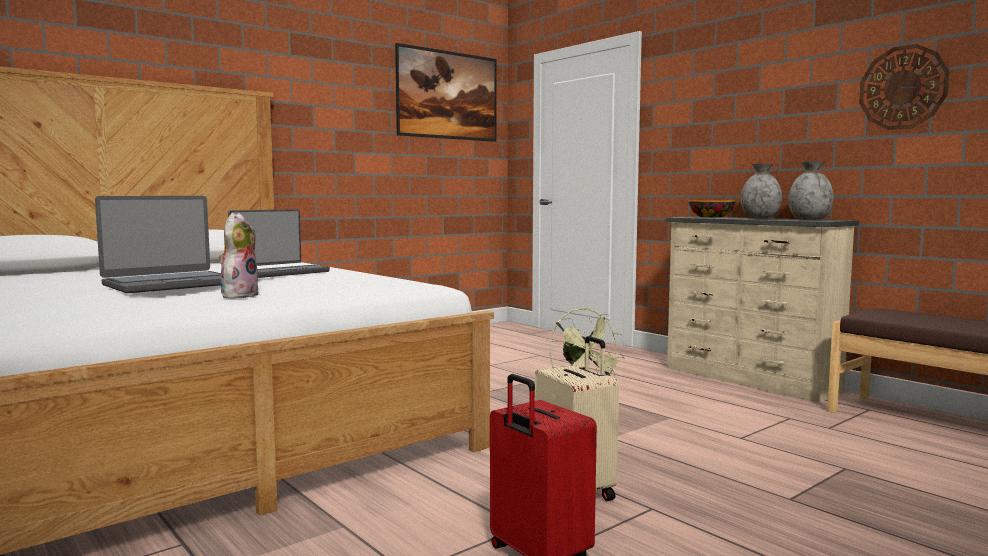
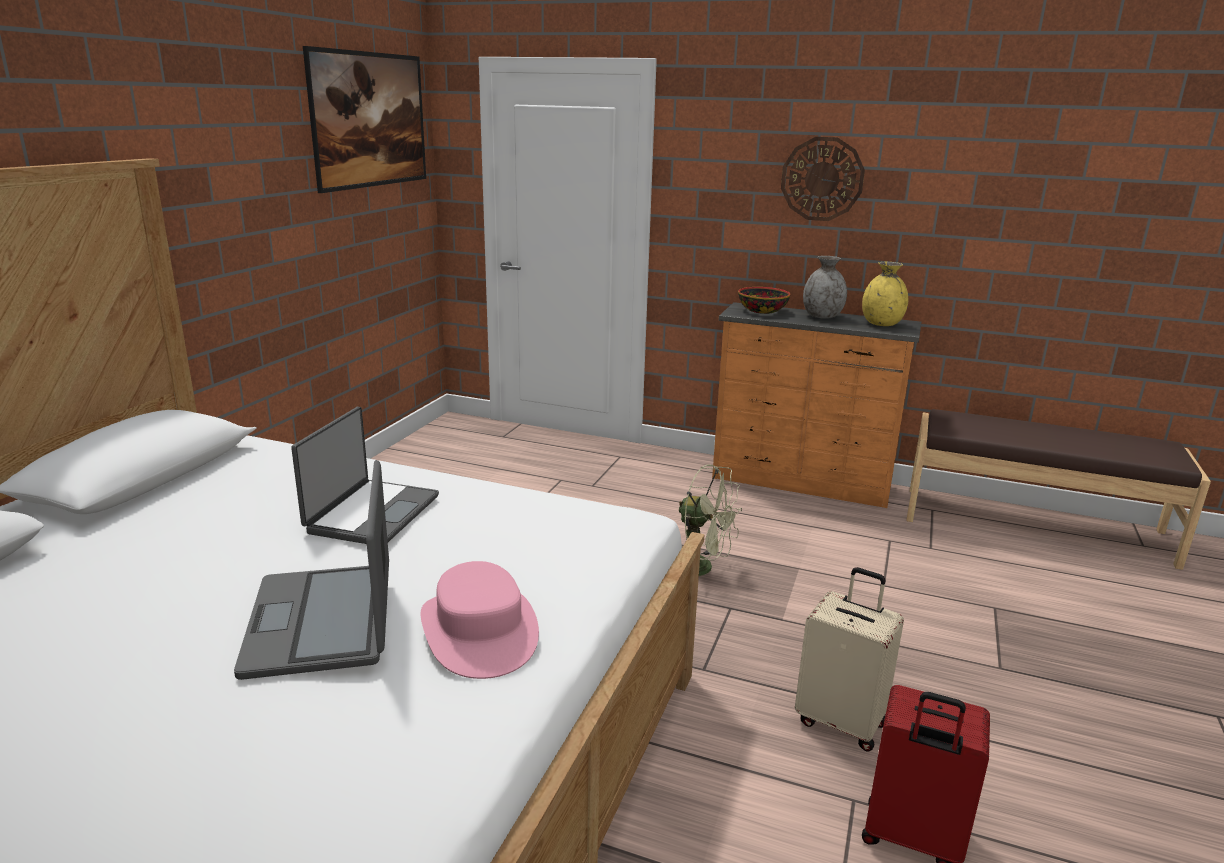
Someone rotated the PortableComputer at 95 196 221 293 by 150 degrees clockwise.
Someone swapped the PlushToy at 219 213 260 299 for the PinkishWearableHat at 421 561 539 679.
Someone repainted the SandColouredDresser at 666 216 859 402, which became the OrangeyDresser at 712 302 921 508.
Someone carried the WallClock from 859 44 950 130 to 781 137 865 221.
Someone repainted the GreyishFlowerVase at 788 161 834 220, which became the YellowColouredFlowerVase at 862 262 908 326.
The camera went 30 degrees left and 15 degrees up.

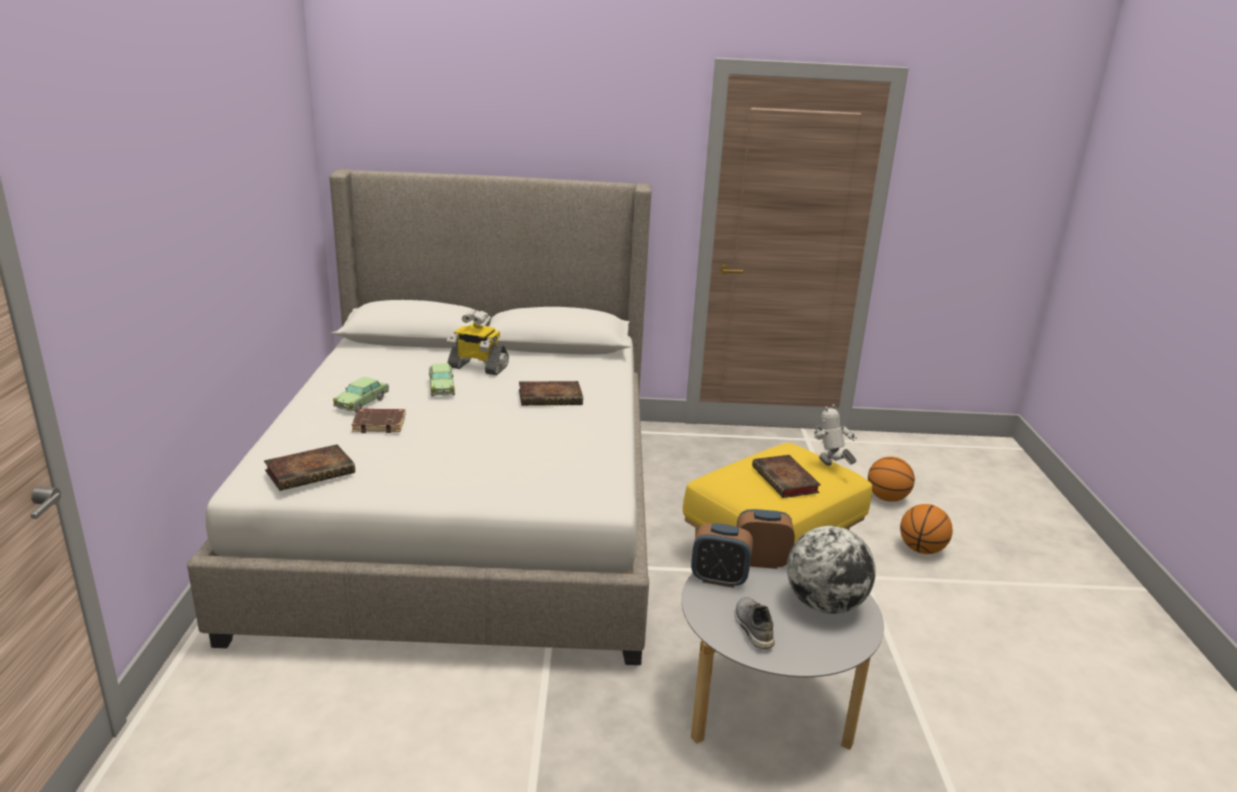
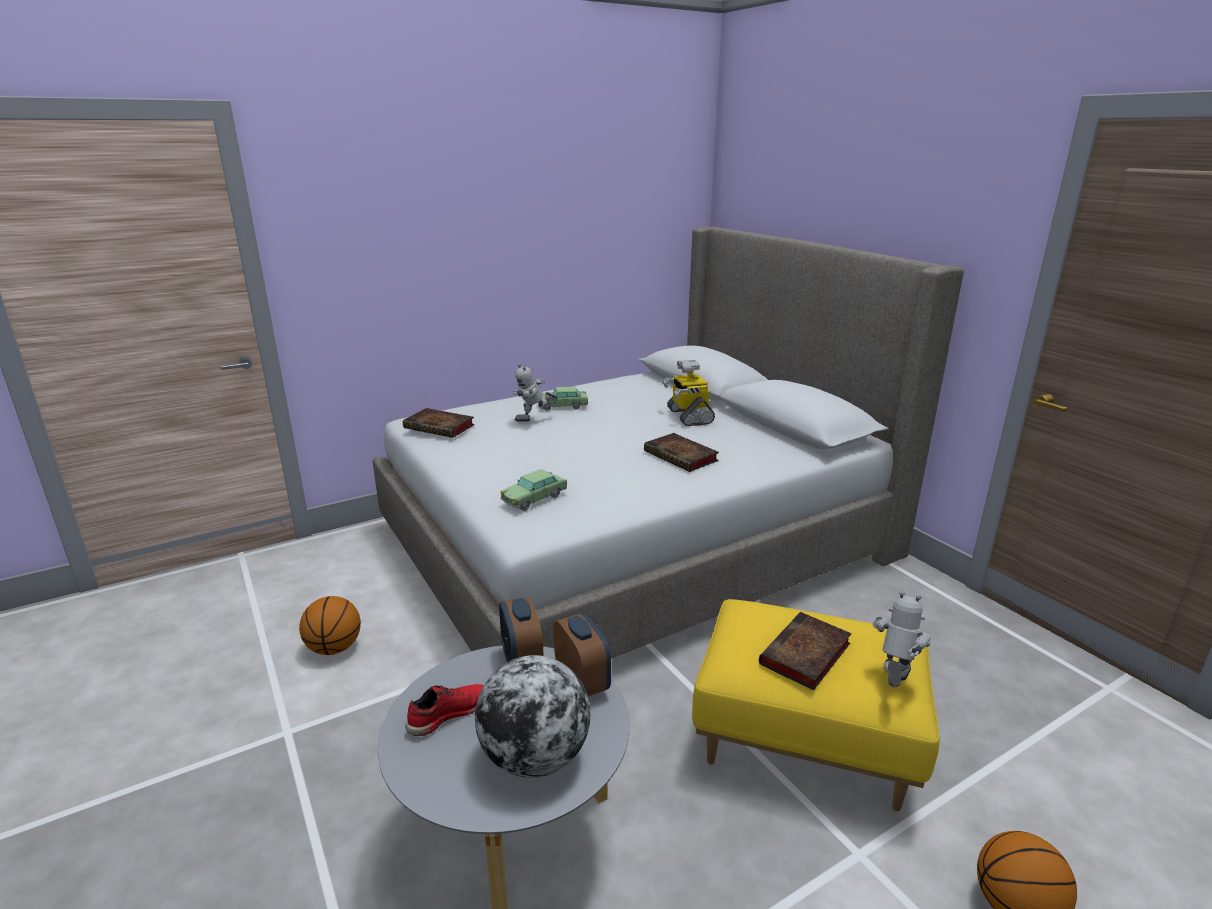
Someone carried the BasketballBall from 868 456 915 502 to 299 596 361 655.
Someone repainted the GreyishLowShoe at 735 597 775 649, which became the RedLowShoe at 405 684 484 736.
Someone carried the MiniatureCar from 429 364 455 397 to 500 469 567 511.
Someone swapped the BrownishBook at 351 409 405 433 for the RobotFigure at 513 364 558 422.
The camera went 60 degrees right and 0 degrees up.

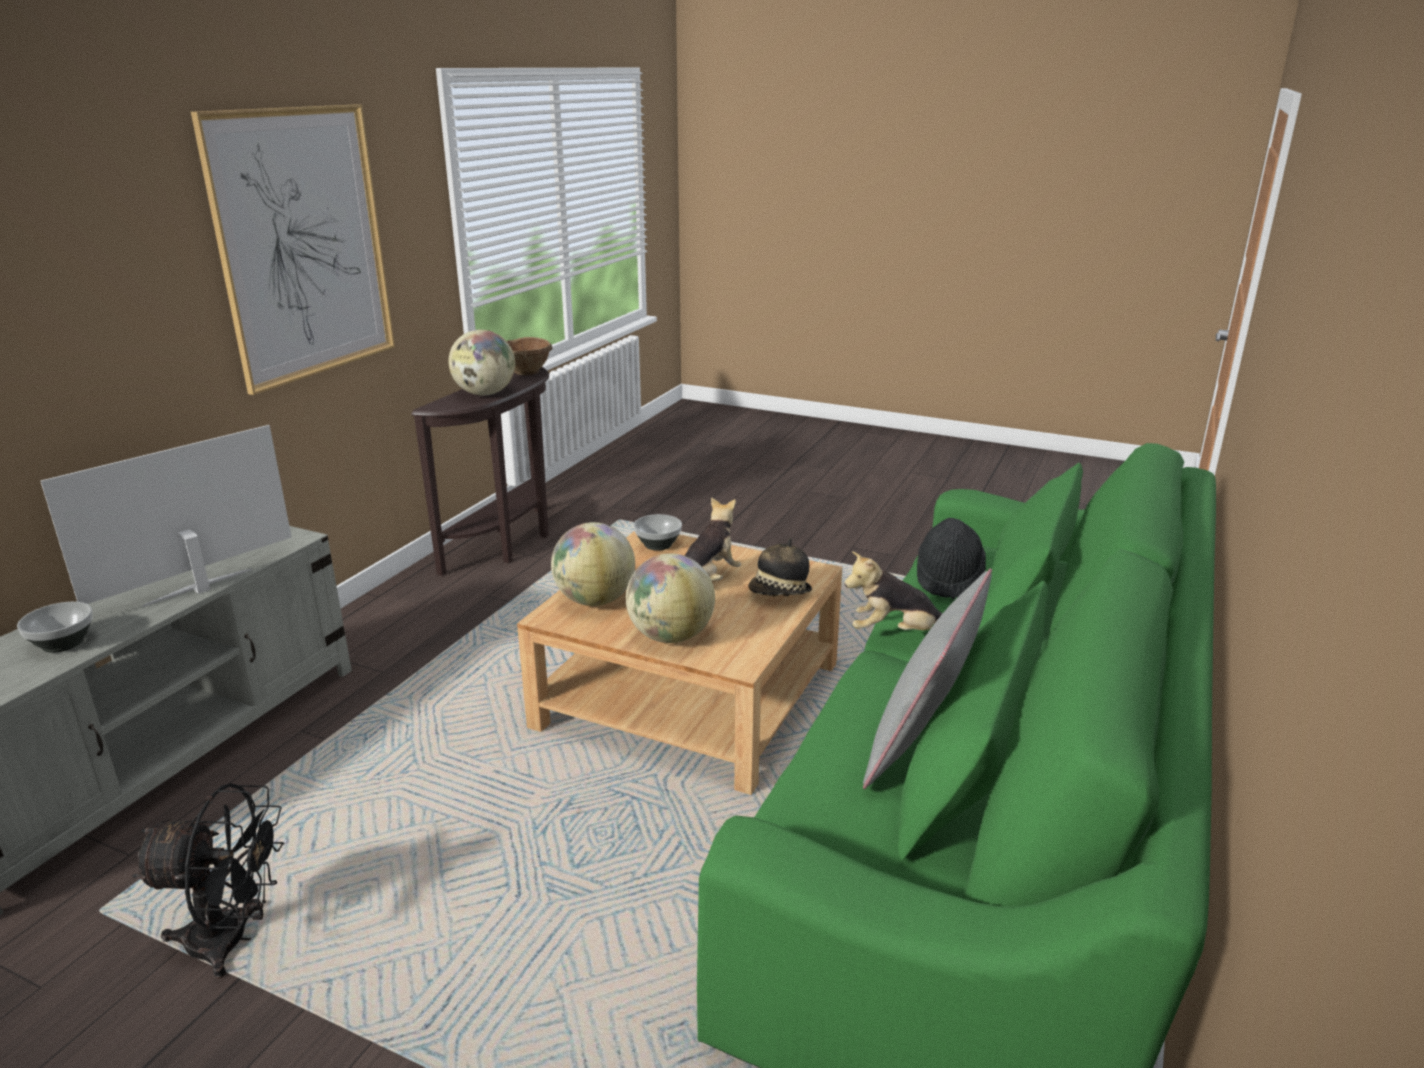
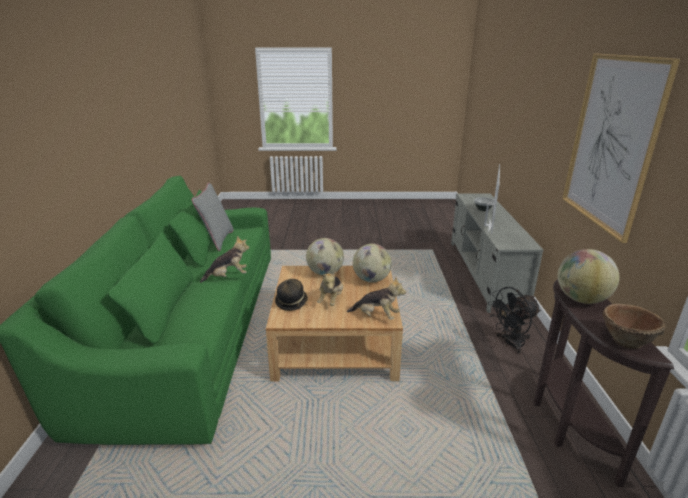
Someone swapped the Bowl at 634 514 682 551 for the PlushToy at 347 277 406 320.
Someone carried the BlackColouredFan from 132 783 284 979 to 488 287 541 354.
Someone took away the BlackColouredWearableHat at 917 518 986 599.
The camera went 155 degrees right and 0 degrees up.

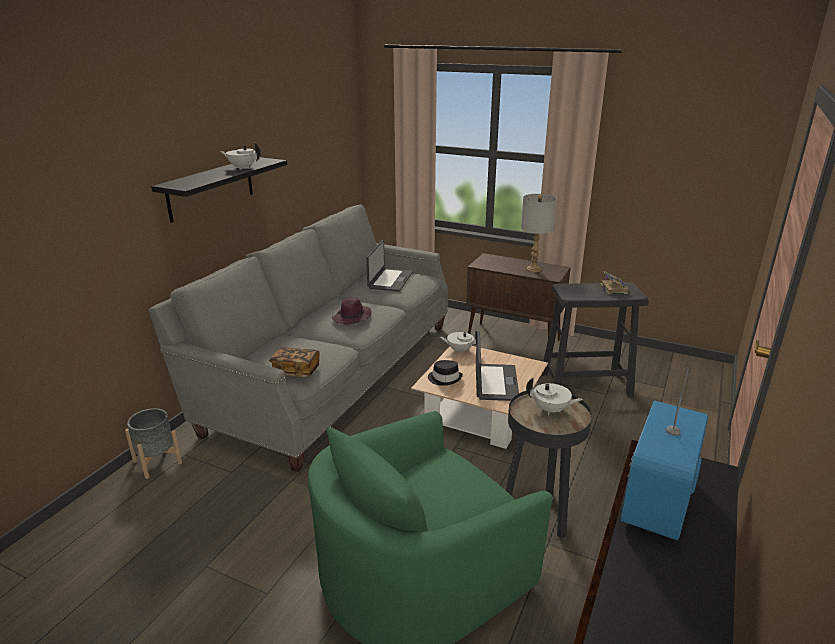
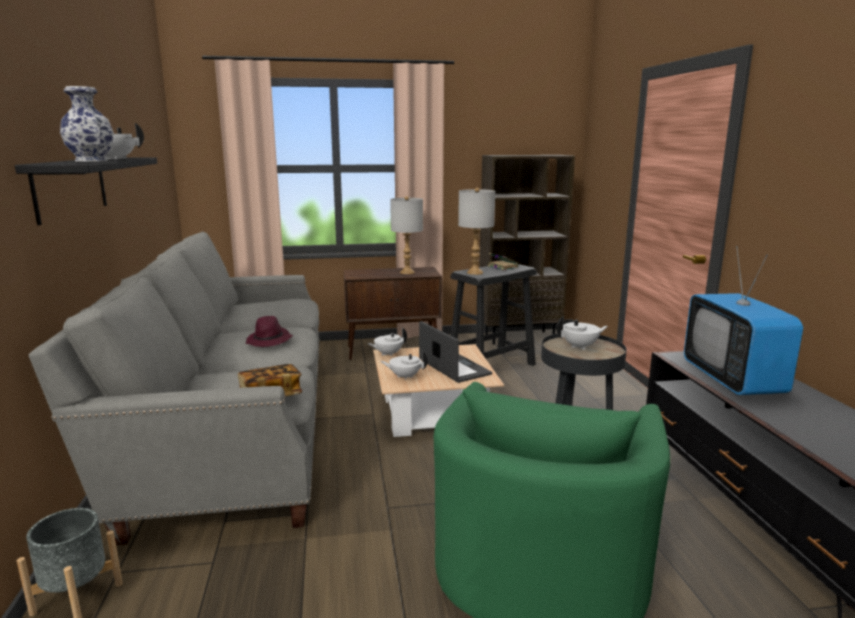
Someone put down the FlowerVase at 60 86 114 162.
Someone swapped the BlackColouredWearableHat at 428 360 463 386 for the WhitishTeaPot at 380 351 428 380.
Someone put down the GreyishLampForATable at 458 187 495 275.
Someone put down the BrownishBookcase at 479 155 575 344.
Someone took away the PortableComputer at 366 240 413 292.
The camera went 35 degrees left and 10 degrees down.

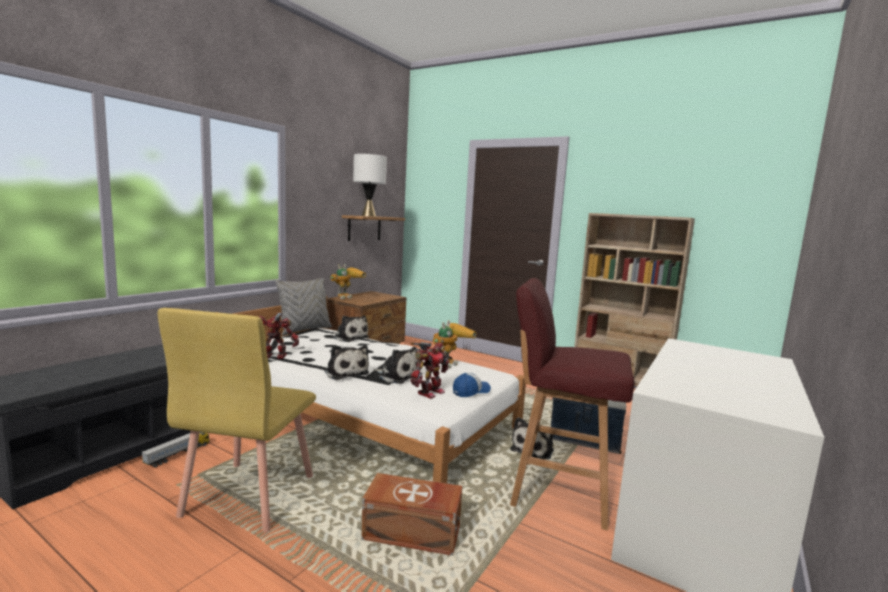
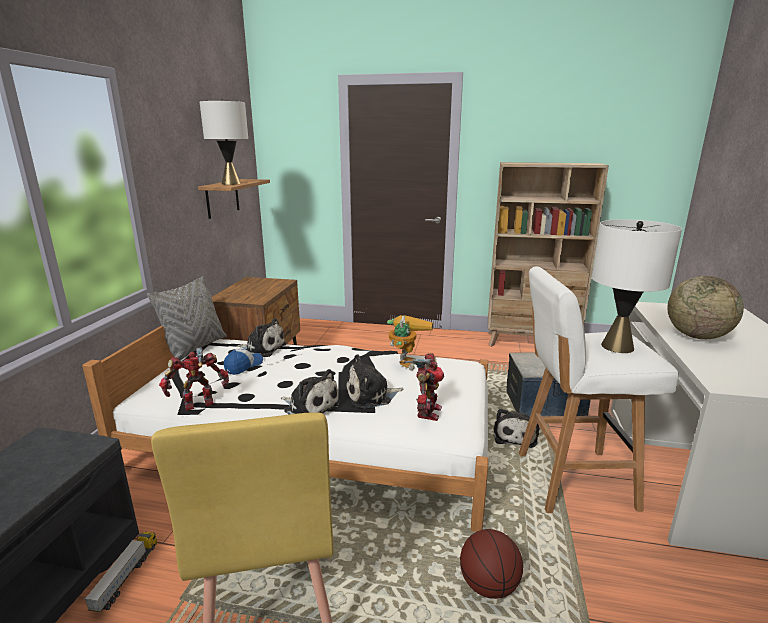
Someone carried the BaseballCap from 453 373 491 397 to 224 348 263 375.
Someone rotated the PlushToy at 373 347 422 384 by 150 degrees clockwise.
Someone swapped the BrownishStorageContainer at 361 473 462 556 for the BasketballBall at 460 529 523 599.
Someone repainted the RedStoolSeat at 510 278 634 530, which became the WhitishStoolSeat at 519 266 679 513.
Someone put down the WhitishLampForATable at 592 219 682 353.
Someone put down the DeskGlobe at 667 276 744 339.
Someone took away the RobotFigure at 330 264 366 299.
The camera went 20 degrees left and 10 degrees up.

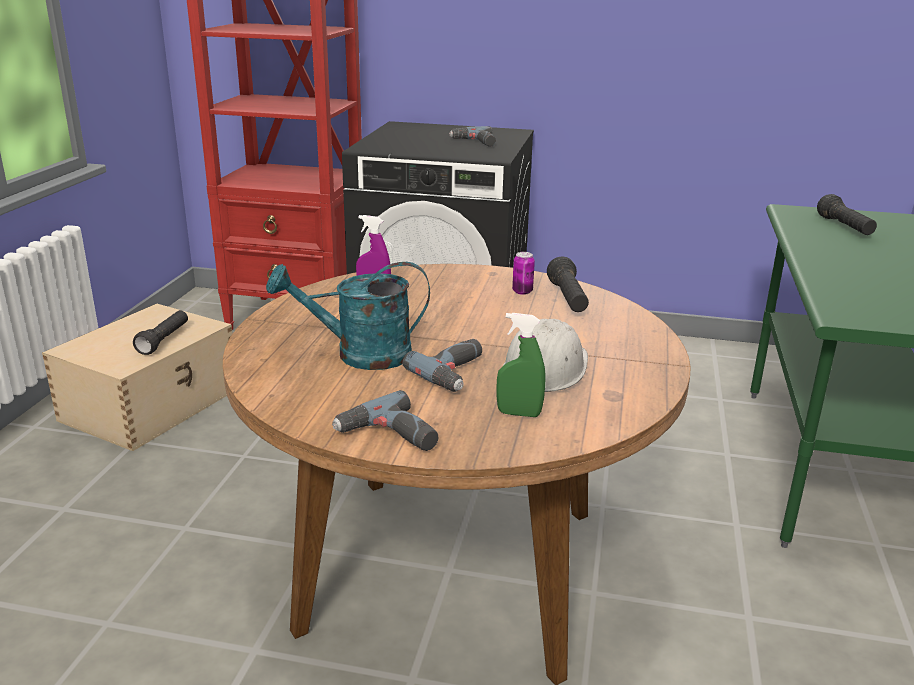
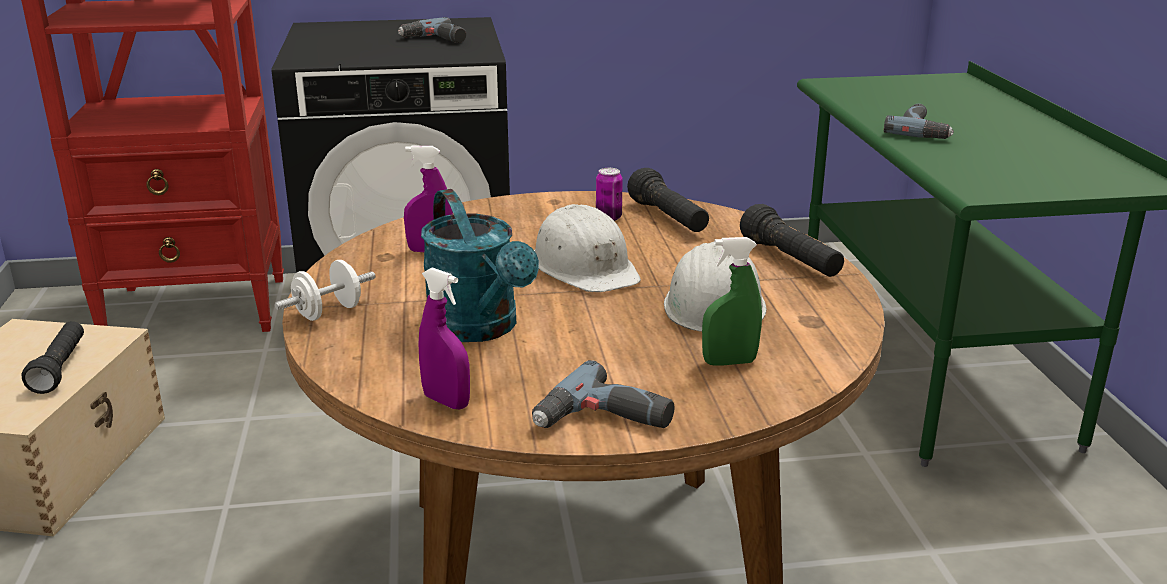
Someone put down the WhitishFreeWeight at 275 260 375 321.
Someone put down the PurpleColouredHandSprayer at 419 267 470 410.
Someone rotated the BlueGreenSprinklingCan at 266 262 430 370 by 90 degrees counterclockwise.
Someone put down the WhitishWorkHelmet at 534 204 641 292.
Someone carried the BlackColouredFlashlight from 817 194 877 235 to 740 204 844 277.
Someone carried the PowerDrill from 403 339 482 392 to 884 104 954 139.
The camera went 20 degrees left and 0 degrees up.

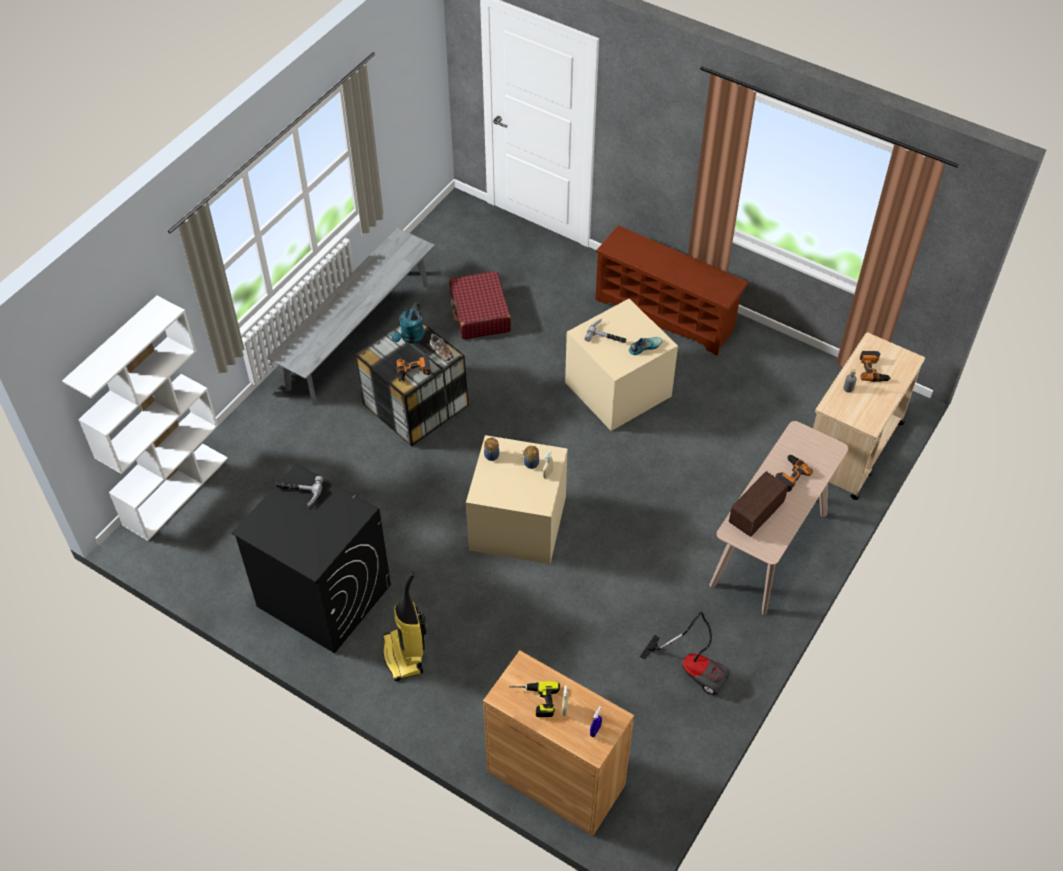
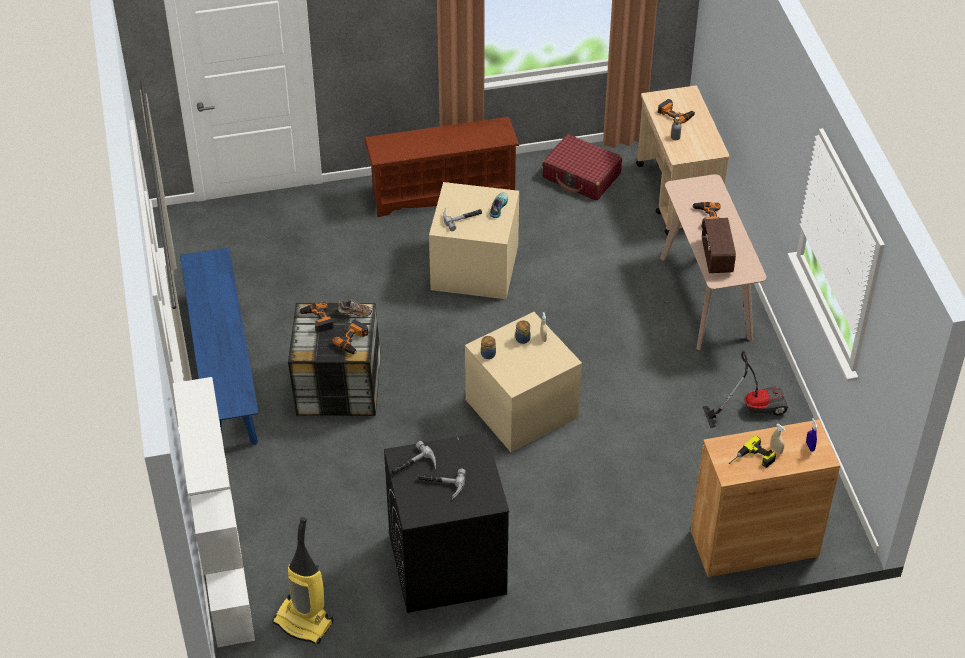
Someone repainted the GreyishLongSeat at 267 228 435 405, which became the BlueLongSeat at 180 248 259 446.
Someone carried the Vacuum from 383 571 427 681 to 272 517 333 645.
Someone swapped the BlueGreenSprinklingCan at 391 303 425 343 for the PowerDrill at 299 302 334 333.
Someone put down the Hammer at 418 469 466 500.
Someone carried the RedSuitcase from 449 271 511 340 to 542 134 622 201.
The camera went 45 degrees left and 5 degrees down.

